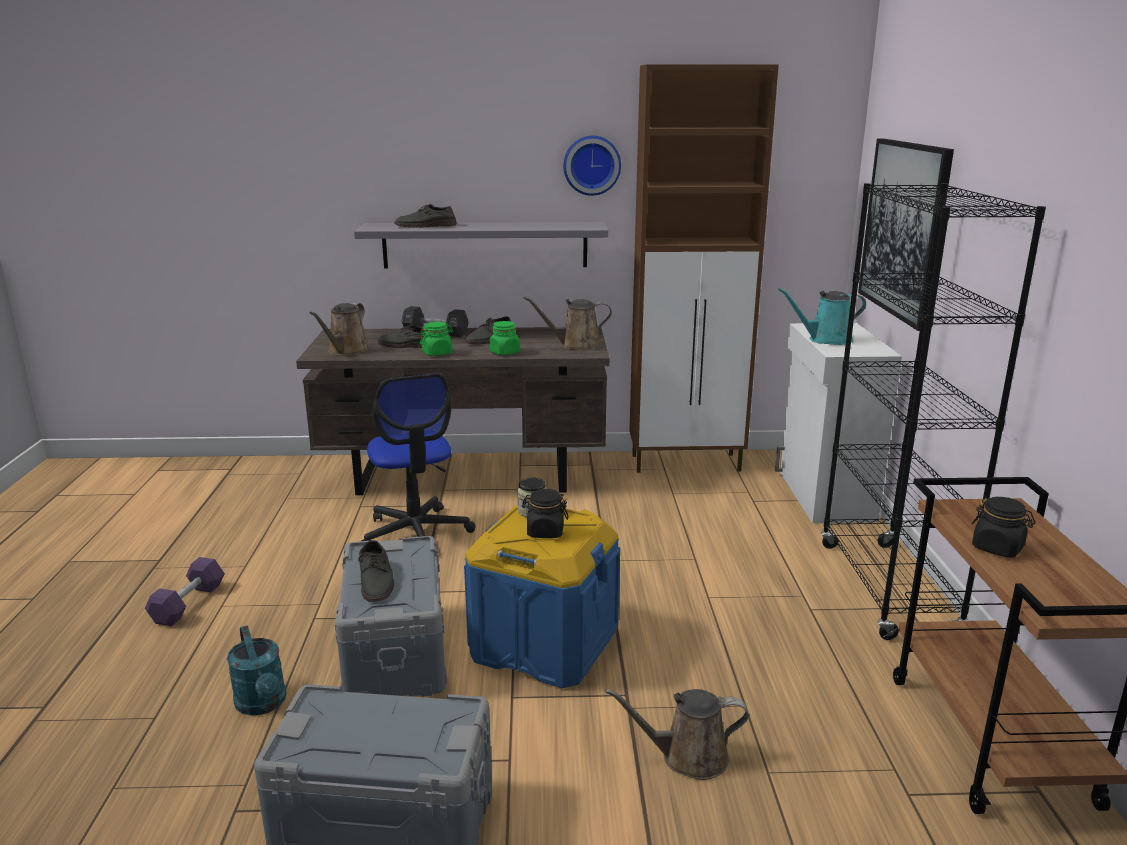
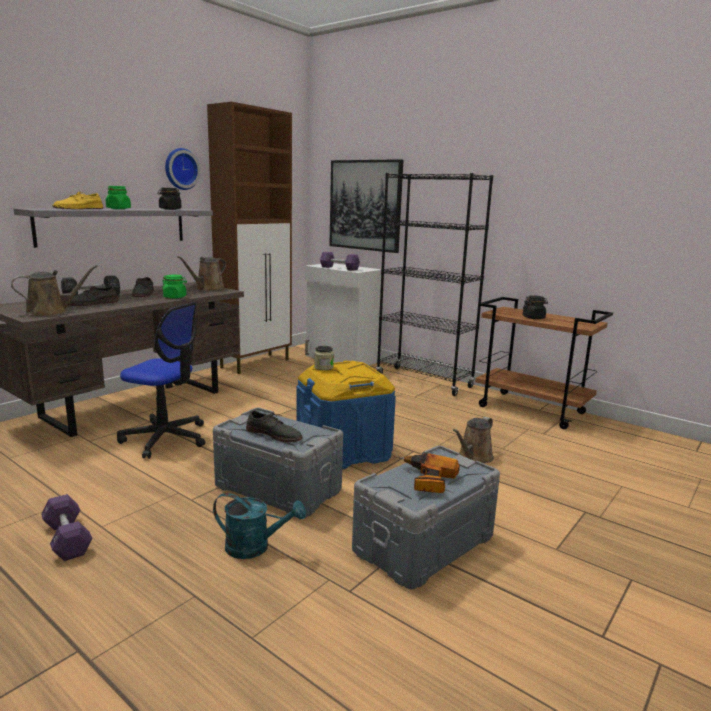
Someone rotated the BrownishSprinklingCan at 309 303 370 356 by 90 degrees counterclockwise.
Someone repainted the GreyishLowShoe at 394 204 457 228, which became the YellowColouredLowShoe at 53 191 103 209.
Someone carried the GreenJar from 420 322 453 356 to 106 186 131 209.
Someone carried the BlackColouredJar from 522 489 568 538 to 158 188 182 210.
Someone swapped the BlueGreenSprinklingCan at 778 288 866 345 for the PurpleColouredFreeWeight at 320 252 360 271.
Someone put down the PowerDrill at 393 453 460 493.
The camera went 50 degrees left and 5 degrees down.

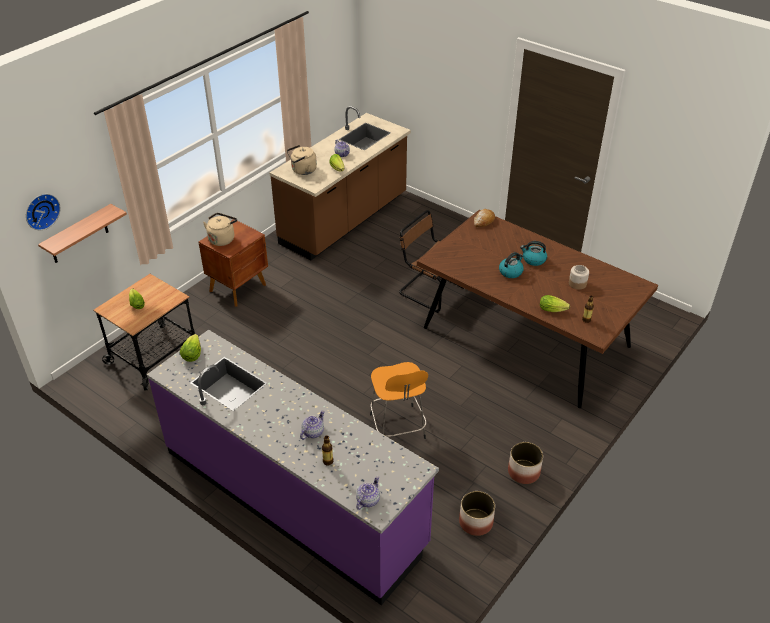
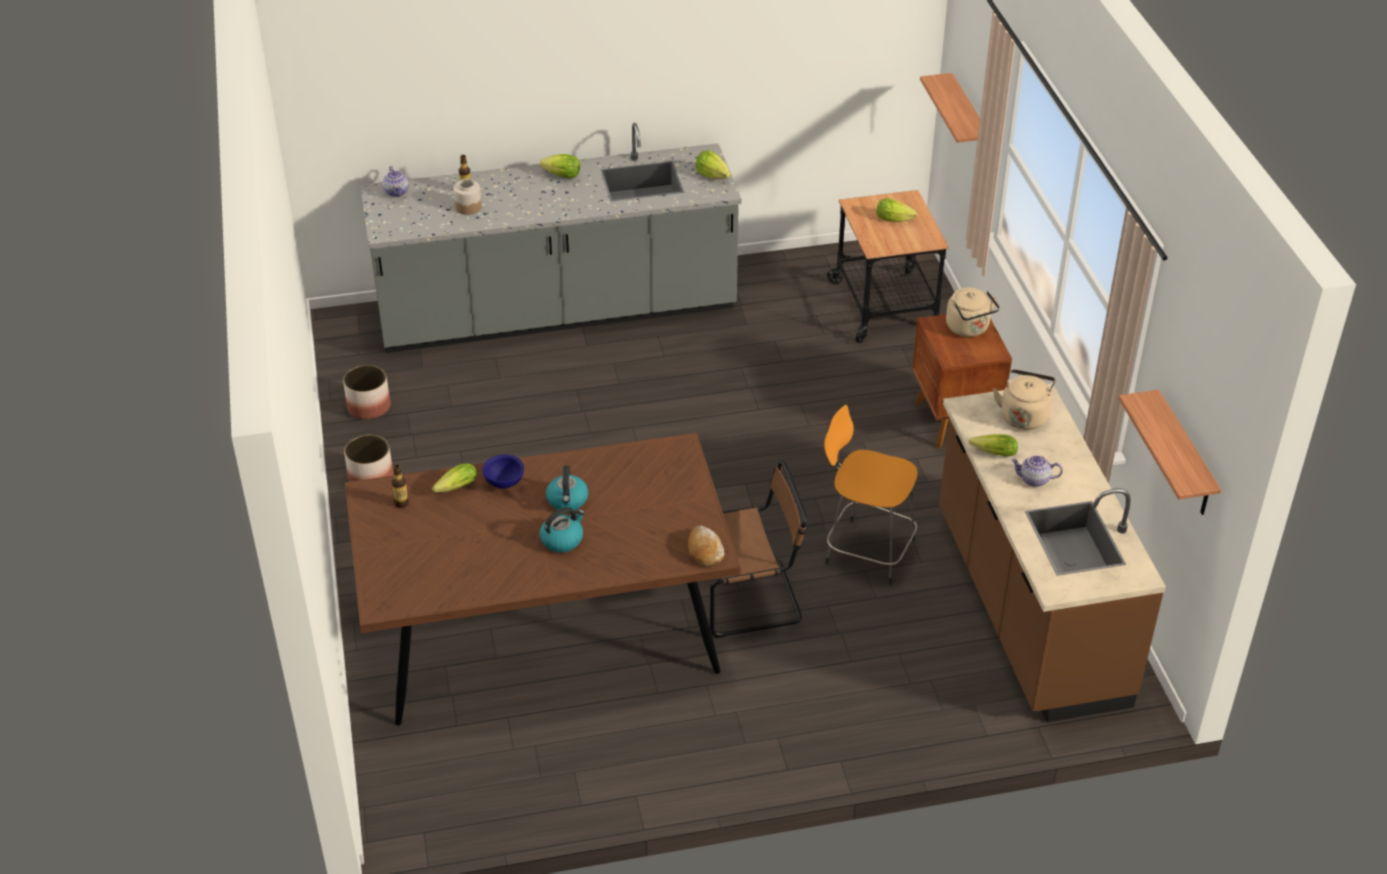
Someone repainted the PurpleColouredKitchenCounter at 147 330 439 605, which became the GreyishKitchenCounter at 360 123 741 353.
Someone carried the Jar from 569 265 589 289 to 453 179 481 215.
Someone put down the BlueBowl at 482 454 524 489.
Someone put down the LettuceHead at 540 154 580 179.
Someone carried the OrangeyStoolSeat from 370 362 428 439 to 824 405 918 585.
Someone put up the BracketShelf at 1119 390 1221 515.
Someone took away the WallClock at 26 194 60 230.
Someone took away the TeaPot at 300 410 325 439.
The camera went 130 degrees right and 0 degrees up.

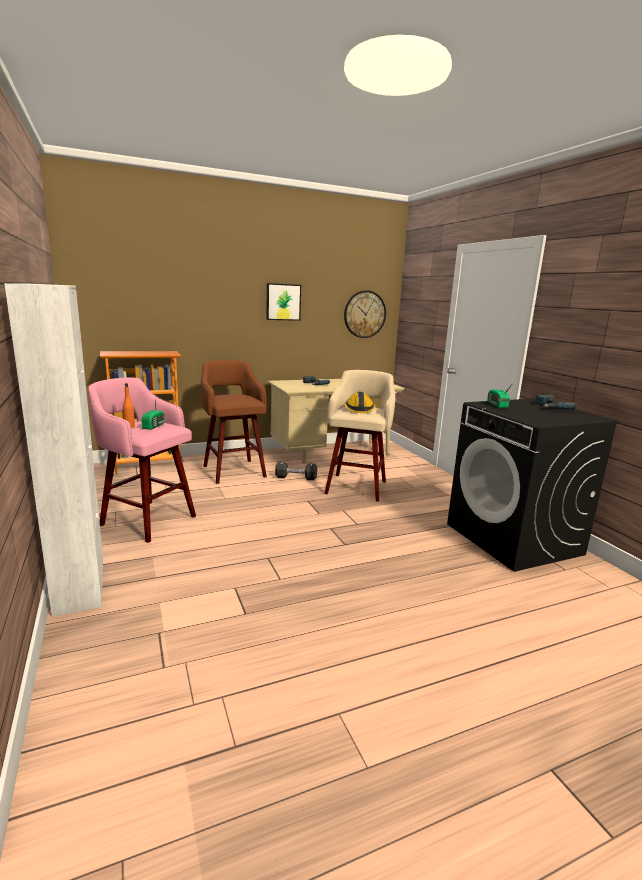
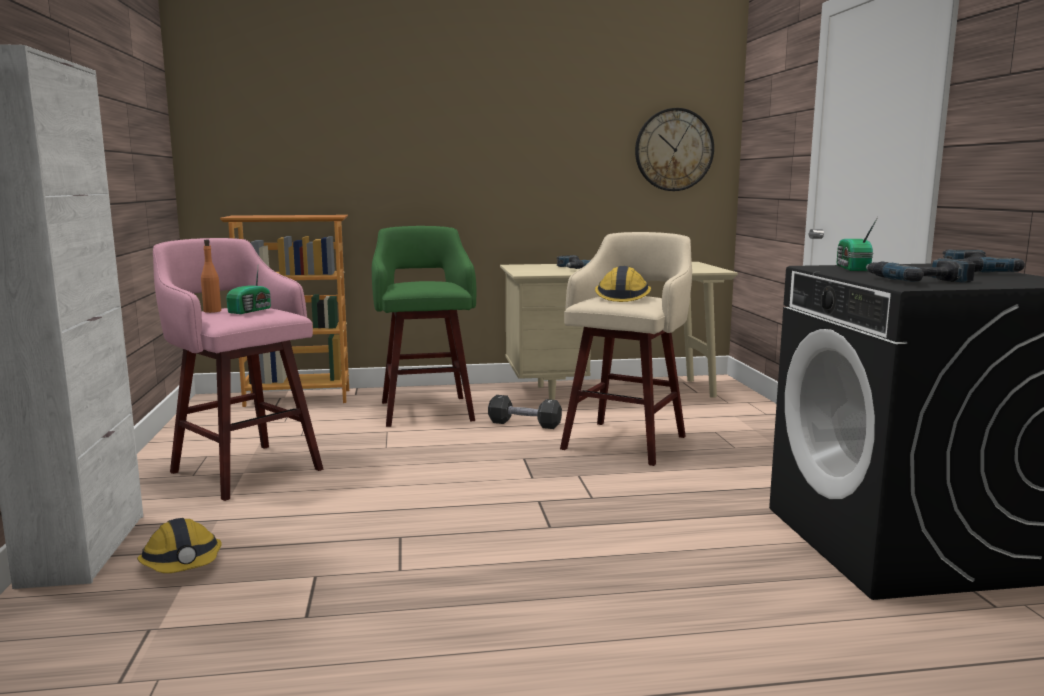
Someone put down the WorkHelmet at 137 518 222 573.
Someone repainted the BrownishStoolSeat at 201 360 267 484, which became the GreenStoolSeat at 372 226 476 427.
Someone put down the PowerDrill at 866 258 975 283.
Someone took away the WallPicture at 266 283 301 321.
The camera went 15 degrees right and 5 degrees down.

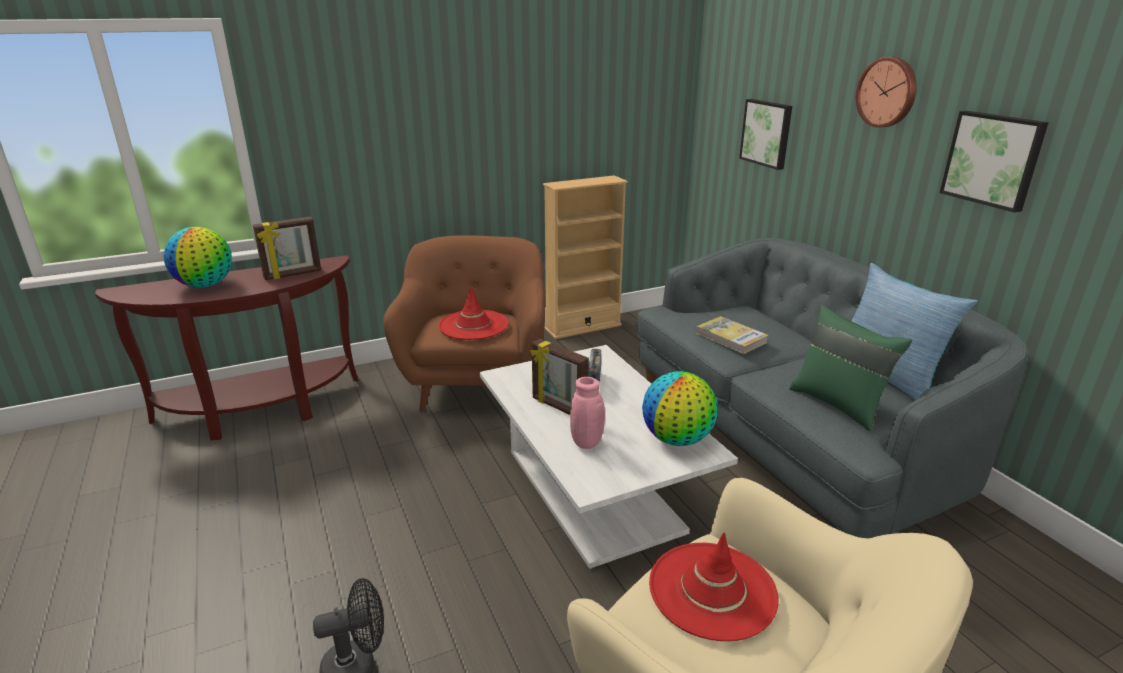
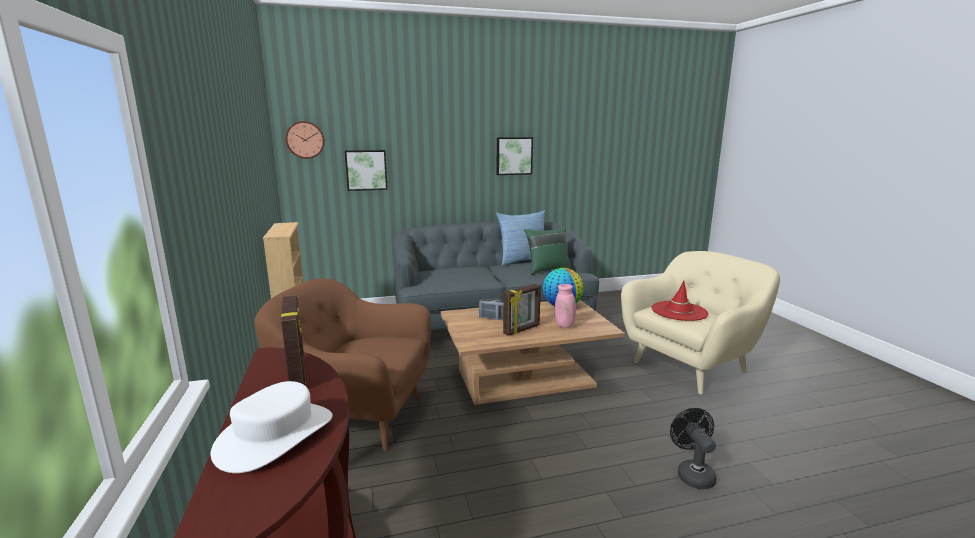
Someone swapped the DeskGlobe at 164 227 232 288 for the WhitishWearableHat at 211 381 333 473.
Someone carried the WallClock from 856 57 917 128 to 286 121 325 159.
Someone repainted the WhitishLowTable at 480 345 738 569, which became the BrownishLowTable at 441 300 625 405.
Someone took away the RedWearableHat at 438 286 508 340.
Someone took away the Book at 696 316 769 354.
The camera went 80 degrees left and 10 degrees down.

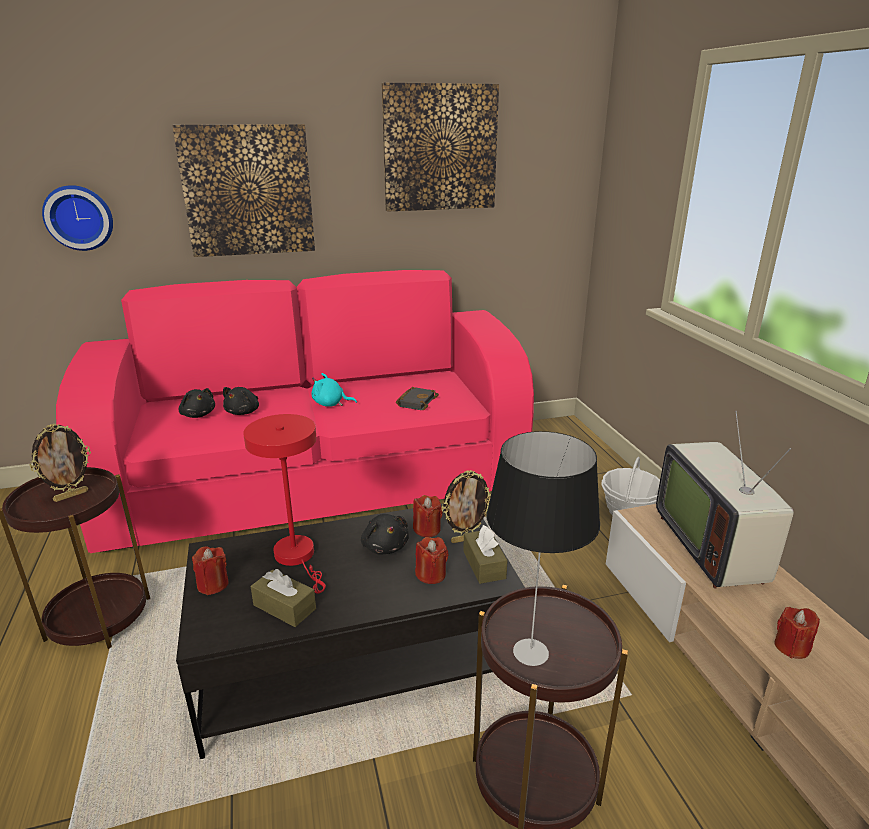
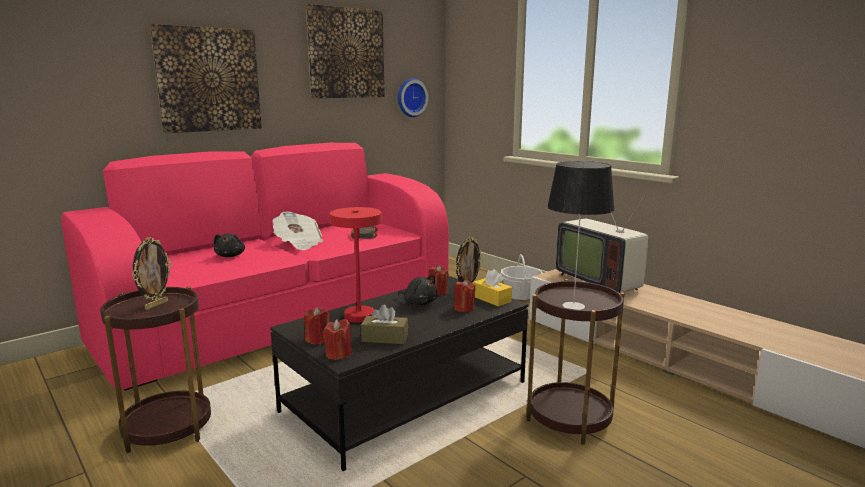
Someone swapped the BlueGreenPlushToy at 312 373 357 407 for the PrintedPaper at 272 211 323 250.
Someone carried the RedWaxLight from 774 607 820 659 to 323 319 352 360.
Someone carried the WallClock from 42 185 113 251 to 398 78 428 117.
Someone repainted the BrownishTissueBox at 463 525 508 584, which became the YellowColouredTissueBox at 473 269 512 306.
Someone took away the BlackColouredPlushToy at 179 388 215 418.
The camera went 25 degrees left and 10 degrees down.

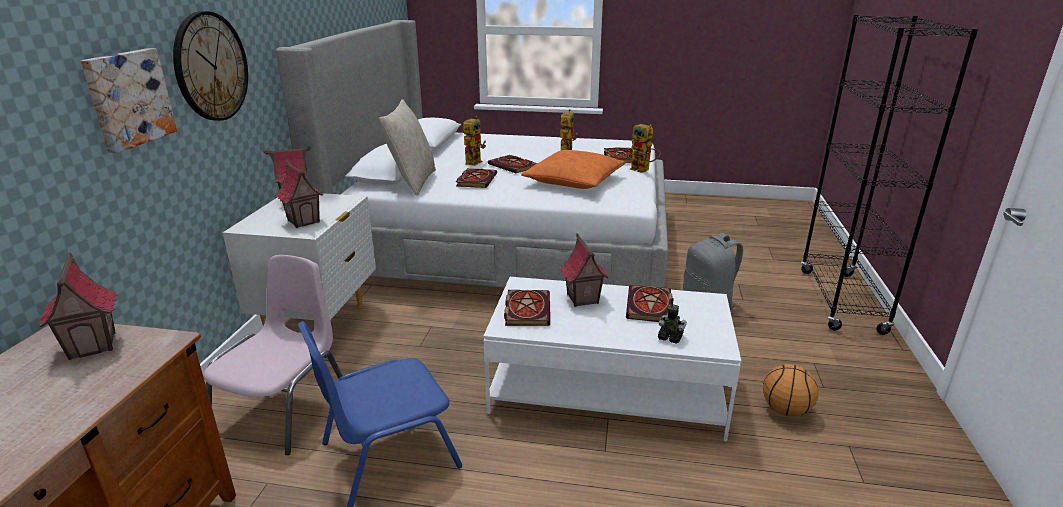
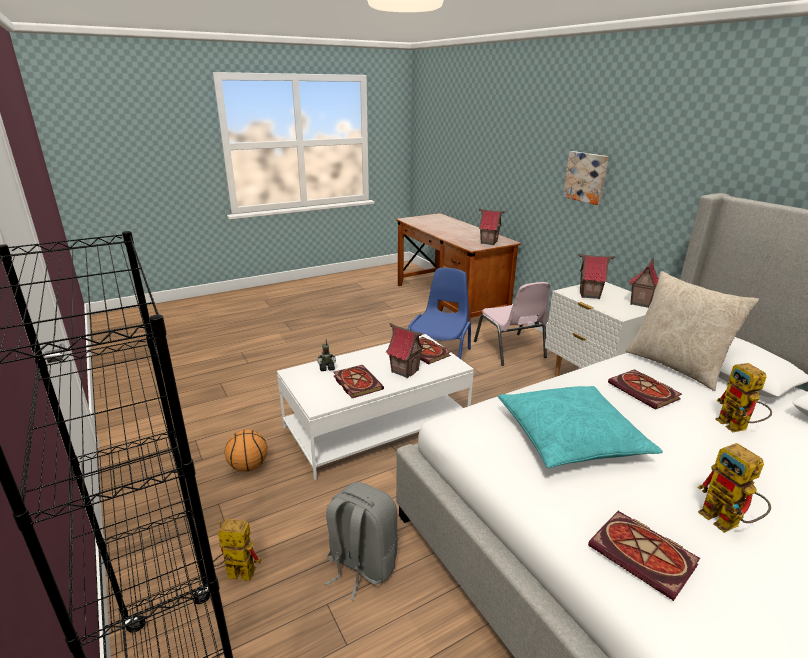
Someone carried the RobotFigure from 628 124 661 173 to 213 519 261 581.
Someone repainted the OrangeyThrowPillow at 521 150 626 189, which became the BlueGreenThrowPillow at 498 386 663 468.
Someone took away the WallClock at 173 11 248 121.
Someone took away the Book at 488 155 537 173.
The camera went 140 degrees right and 0 degrees up.

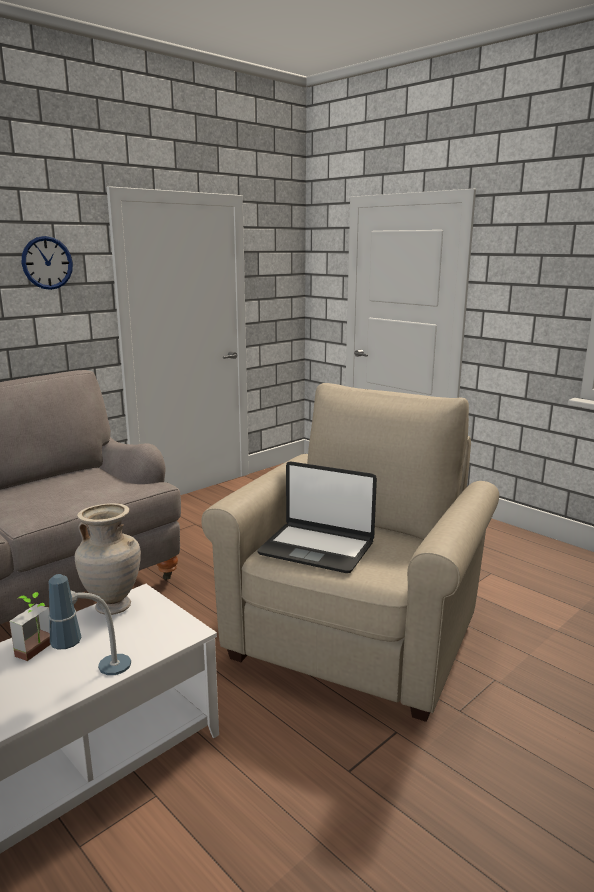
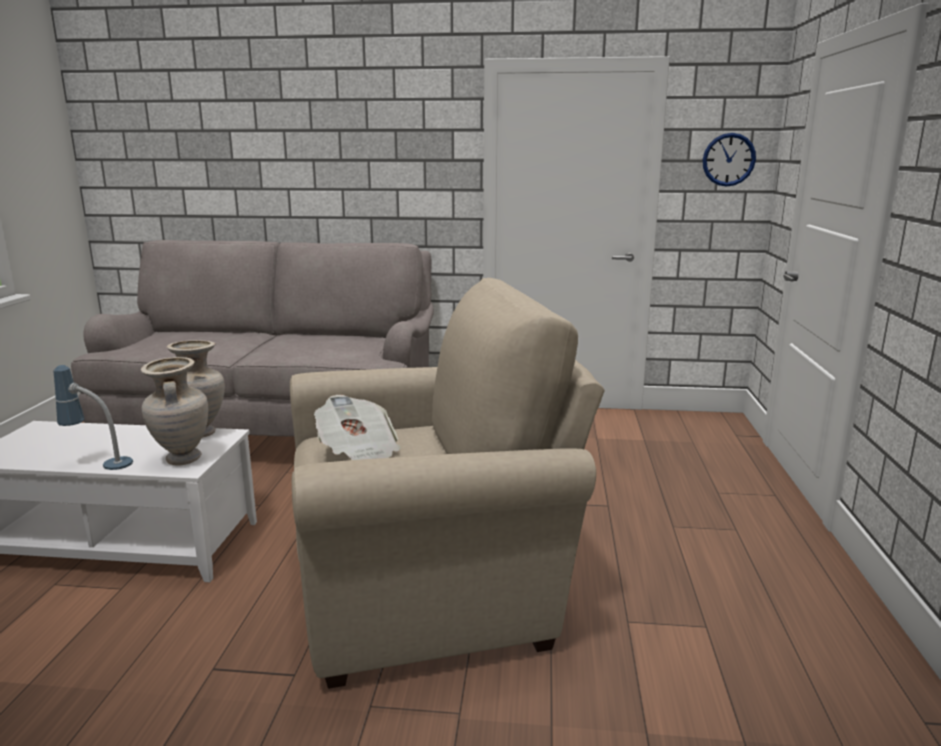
Someone put down the SandColouredFlowerVase at 141 357 208 466.
Someone swapped the PortableComputer at 257 461 377 573 for the PrintedPaper at 314 395 401 460.
Someone carried the WallClock from 22 236 73 290 to 703 133 756 187.
Someone took away the PlantInAPot at 9 592 51 661.
The camera went 50 degrees right and 0 degrees up.

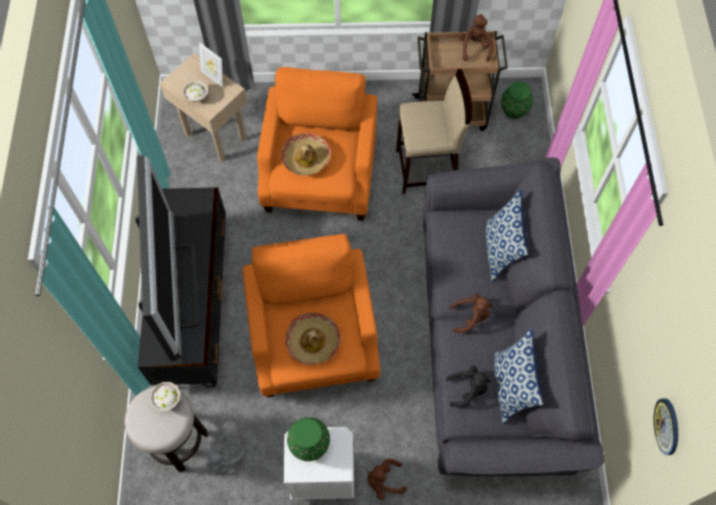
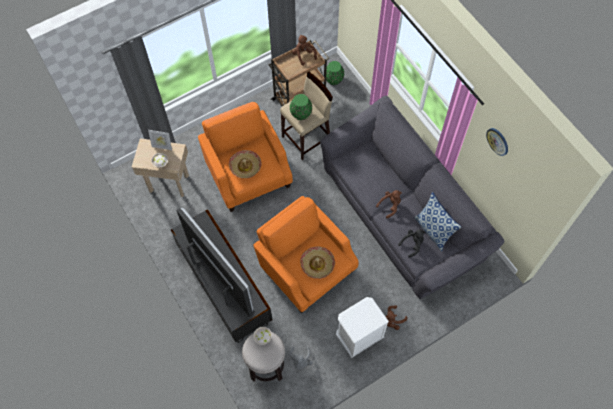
Someone carried the GreenFlowerVase from 287 417 330 461 to 290 94 312 120.
Someone carried the WallClock from 654 398 678 455 to 486 128 508 156.
Someone took away the ThrowPillow at 486 189 528 282.
The camera went 30 degrees left and 0 degrees up.

